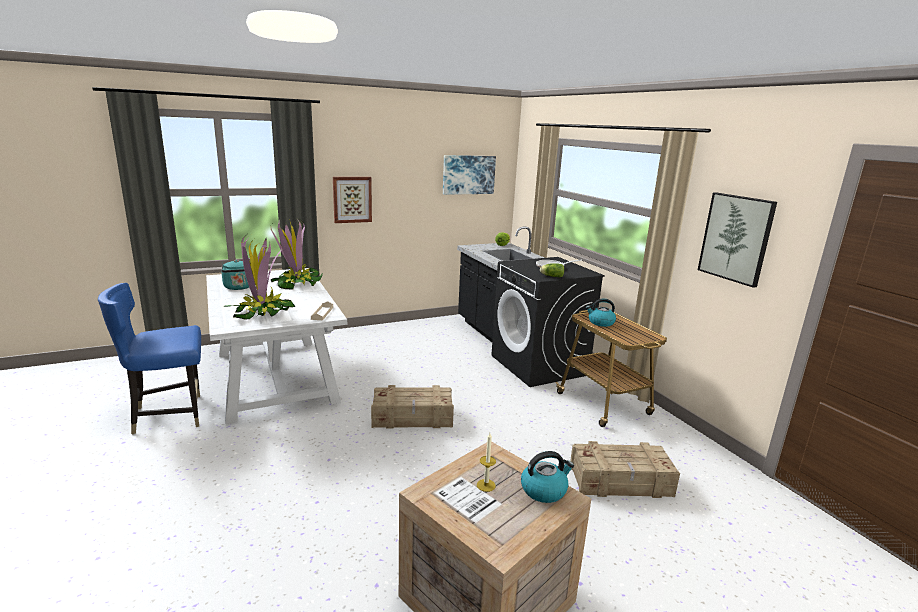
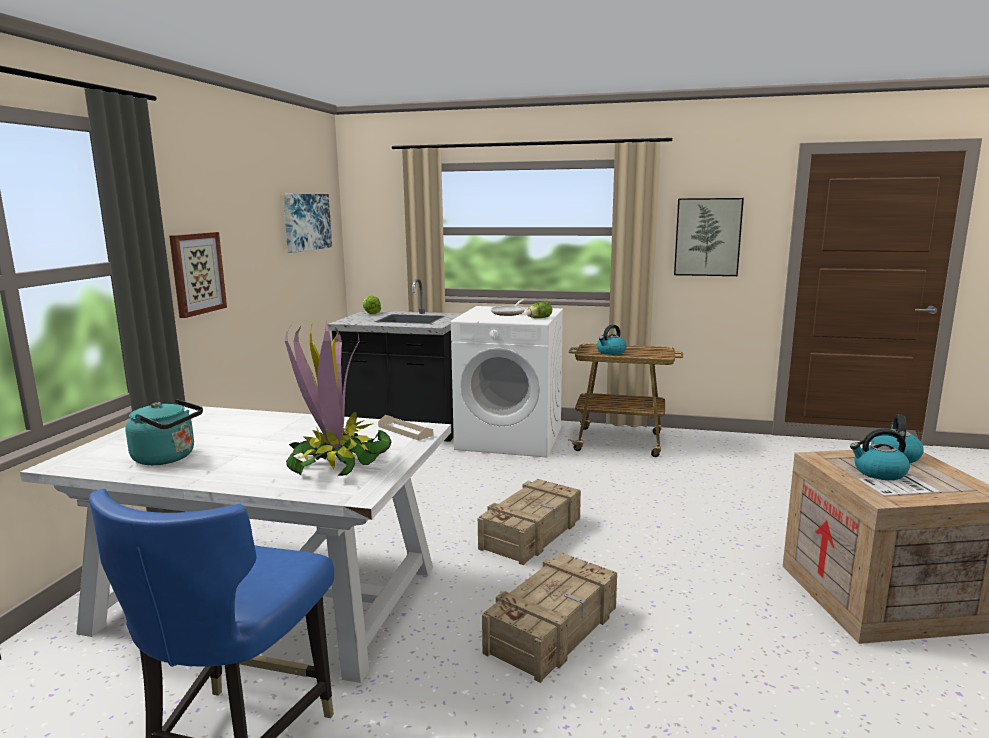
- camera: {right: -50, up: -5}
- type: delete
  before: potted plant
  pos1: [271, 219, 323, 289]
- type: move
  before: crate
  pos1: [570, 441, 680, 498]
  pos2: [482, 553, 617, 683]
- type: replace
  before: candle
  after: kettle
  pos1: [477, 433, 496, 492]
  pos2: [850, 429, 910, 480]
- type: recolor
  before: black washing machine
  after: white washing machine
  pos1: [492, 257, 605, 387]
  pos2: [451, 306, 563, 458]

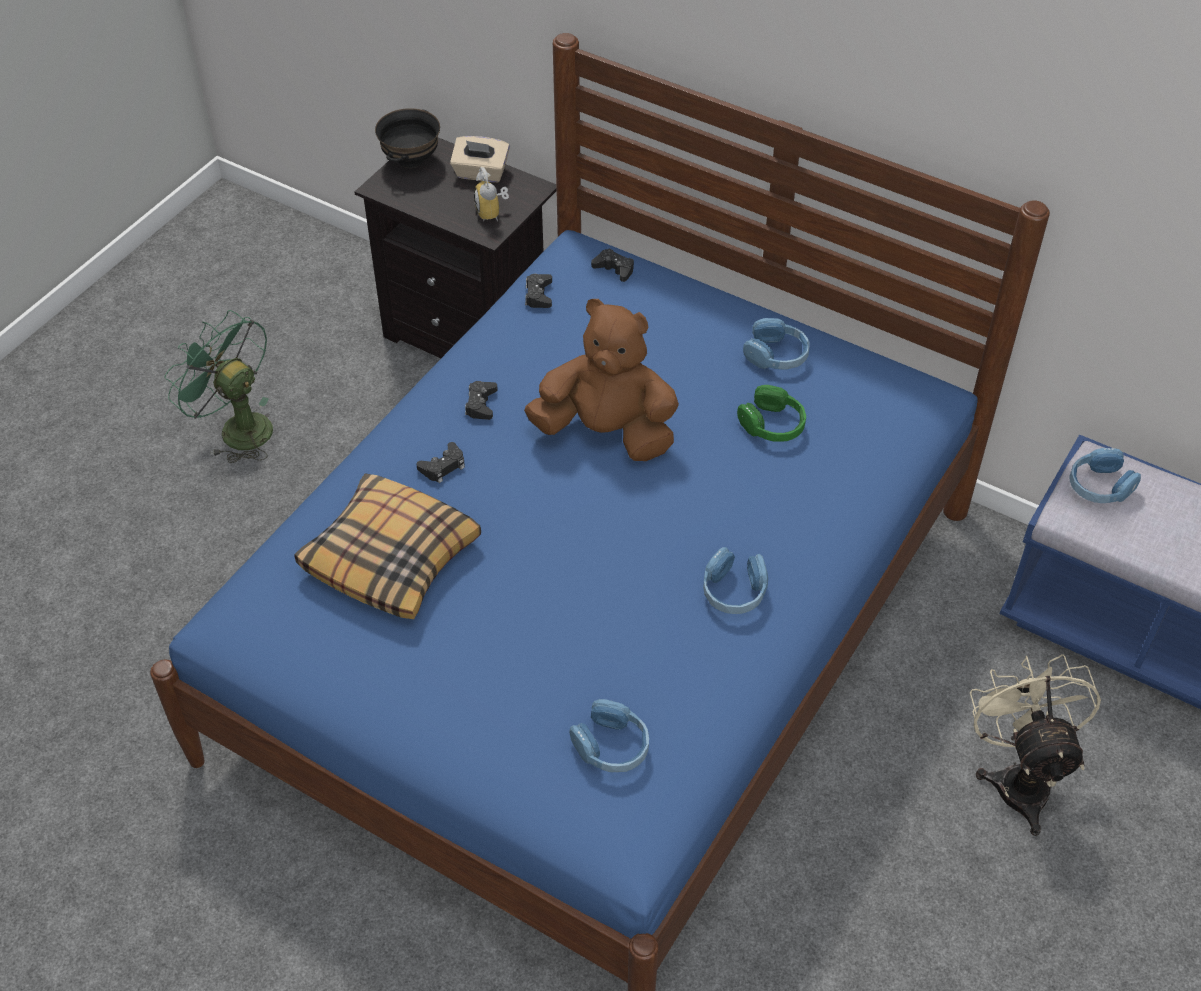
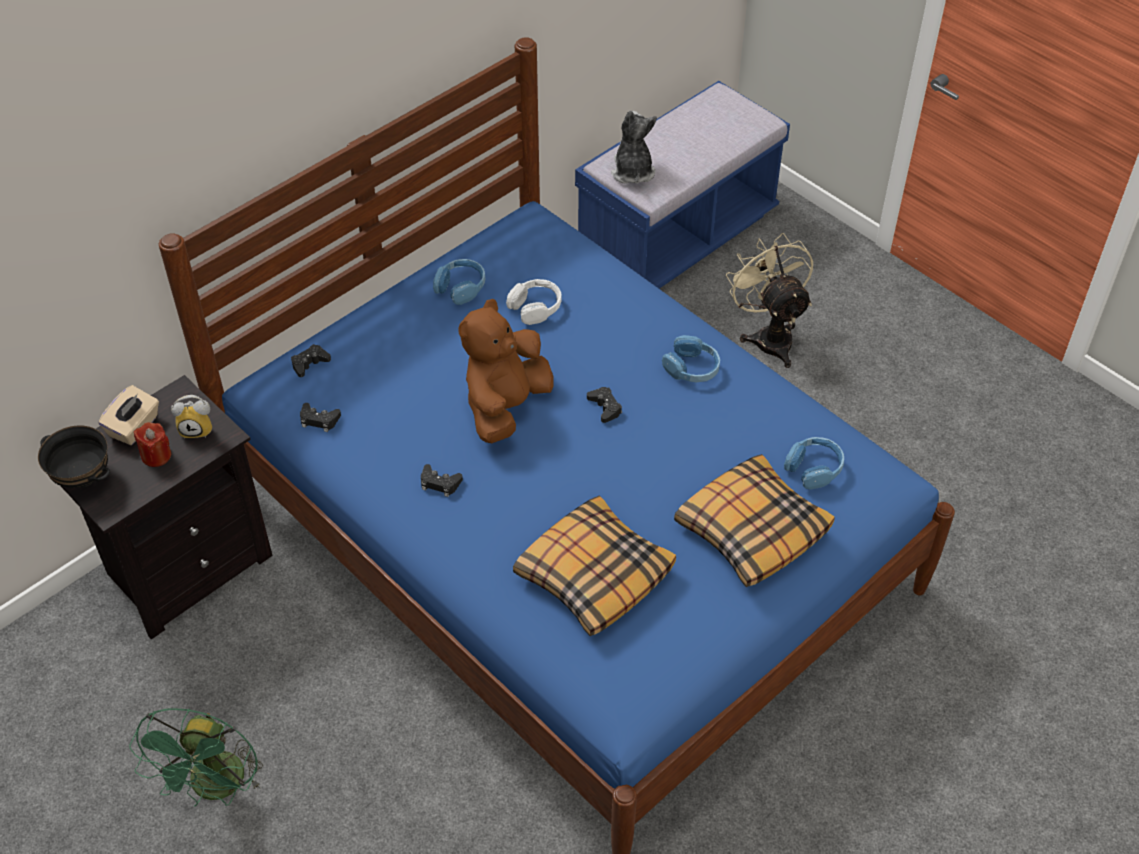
- camera: {right: -75, up: 0}
- type: insert
  after: red candle
  pos2: [134, 423, 171, 467]
- type: insert
  after: pillow
  pos2: [674, 454, 835, 587]
- type: move
  before: black game controller
  pos1: [416, 442, 465, 483]
  pos2: [587, 387, 622, 423]
- type: replace
  before: blue headphones
  after: plush toy
  pos1: [1069, 448, 1141, 503]
  pos2: [611, 111, 657, 184]
- type: recolor
  before: green headphones
  after: white headphones
  pos1: [737, 385, 806, 442]
  pos2: [506, 279, 562, 325]
- type: rotate
  before: green fan
  pos1: [165, 310, 273, 463]
  pos2: [129, 708, 263, 807]
  turn: -45
- type: rotate
  before: beige fan
  pos1: [970, 654, 1101, 836]
  pos2: [726, 233, 813, 368]
  turn: 60

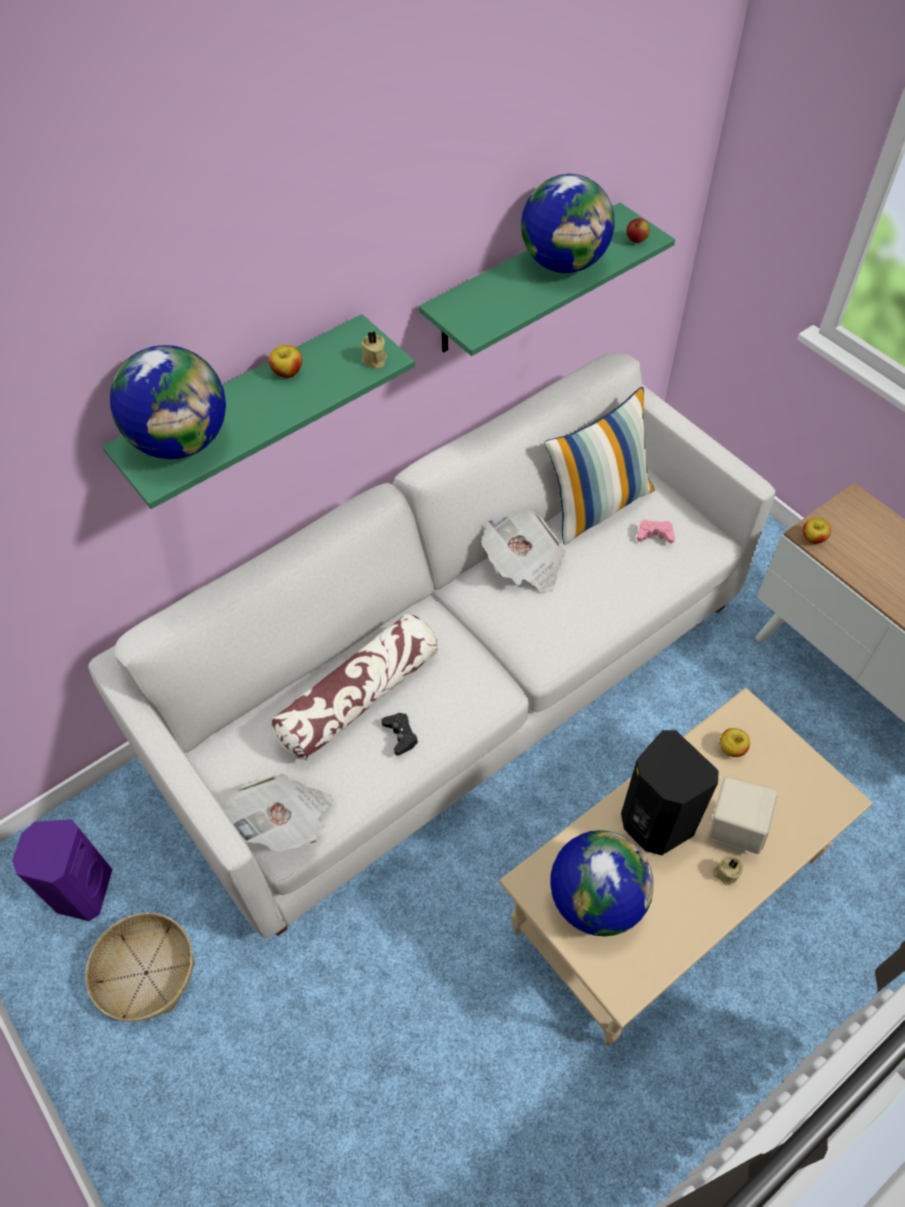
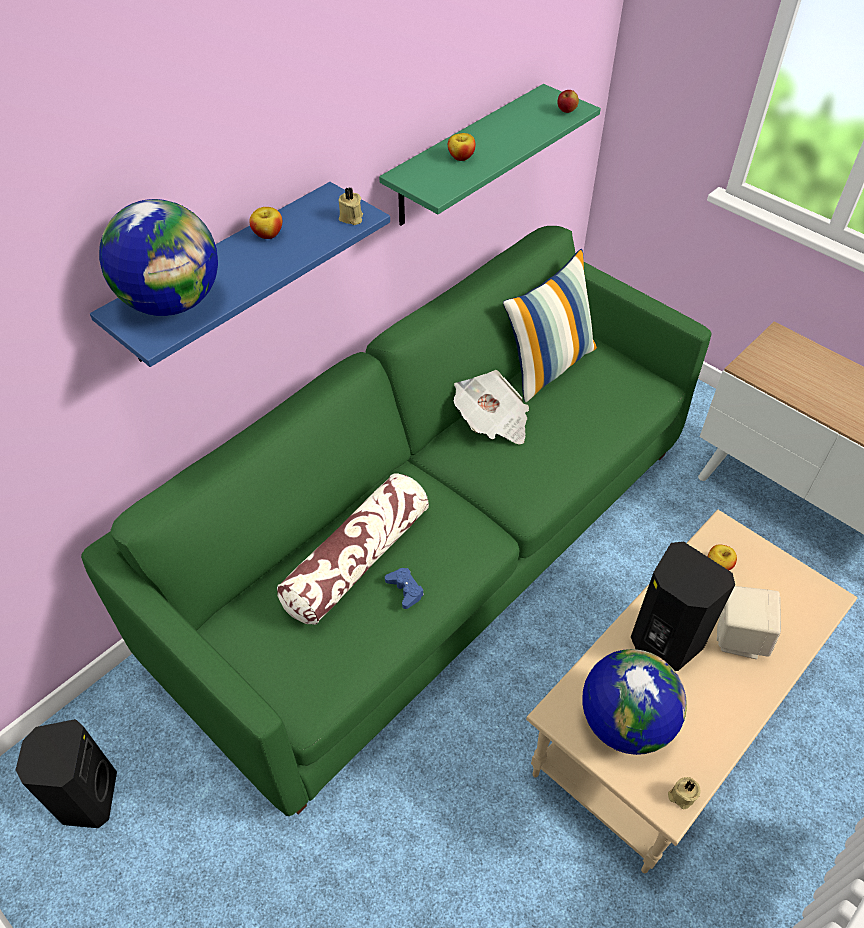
- camera: {right: -10, up: -5}
- type: delete
  before: basket
  pos1: [85, 913, 195, 1022]
- type: delete
  before: newspaper
  pos1: [224, 774, 333, 852]
- type: delete
  before: globe
  pos1: [521, 174, 615, 273]
- type: delete
  before: pink game controller
  pos1: [637, 520, 675, 544]
- type: move
  before: beige candle
  pos1: [713, 856, 743, 885]
  pos2: [668, 777, 700, 809]
- type: move
  before: apple
  pos1: [803, 518, 831, 544]
  pos2: [448, 133, 475, 161]
- type: recolor
  before: purple speaker
  after: black speaker
  pos1: [12, 819, 113, 921]
  pos2: [16, 719, 117, 828]
- type: recolor
  before: white sofa
  after: green sofa
  pos1: [88, 353, 776, 938]
  pos2: [81, 226, 712, 816]
- type: recolor
  before: green shelf
  after: blue shelf
  pos1: [102, 314, 415, 509]
  pos2: [90, 182, 390, 367]
- type: recolor
  before: black game controller
  after: blue game controller
  pos1: [381, 713, 418, 756]
  pos2: [385, 568, 424, 609]

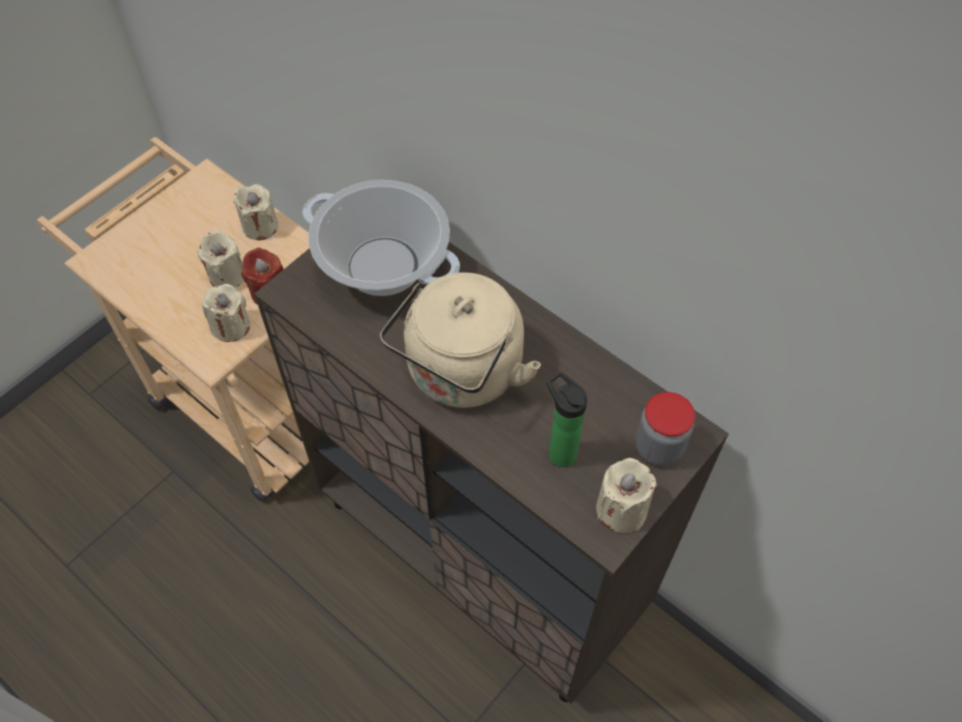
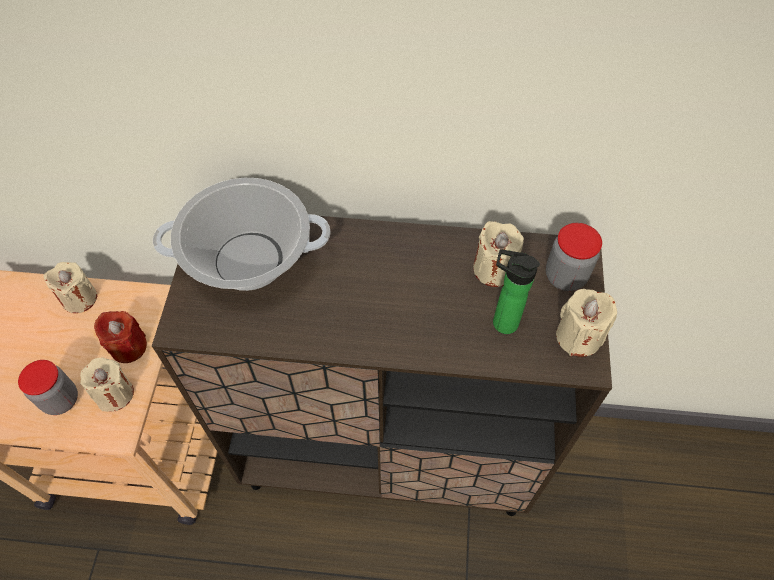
- camera: {right: -35, up: 0}
- type: delete
  before: beige kettle
  pos1: [380, 272, 541, 408]
- type: insert
  after: jar
  pos2: [18, 360, 78, 415]
- type: move
  before: beige candle
  pos1: [197, 230, 244, 288]
  pos2: [473, 221, 524, 287]

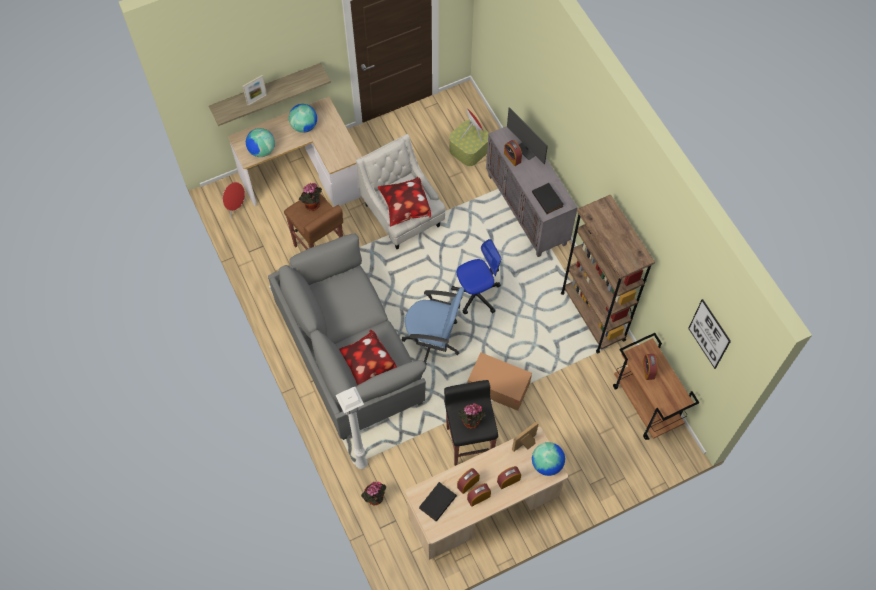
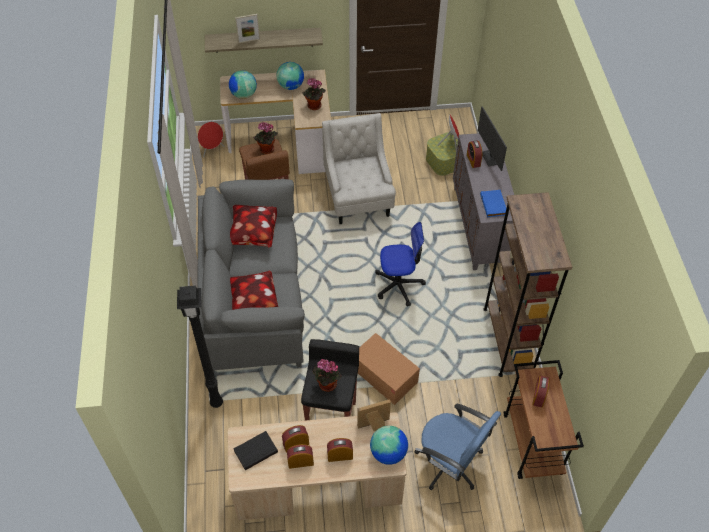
- camera: {right: 20, up: -10}
- type: delete
  before: picture
  pos1: [688, 299, 731, 369]
- type: move
  before: potted plant
  pos1: [361, 482, 386, 505]
  pos2: [302, 78, 326, 110]
- type: move
  before: pillow
  pos1: [378, 177, 431, 227]
  pos2: [230, 205, 277, 248]
- type: move
  before: blue office chair
  pos1: [402, 287, 464, 365]
  pos2: [414, 404, 501, 490]
- type: recolor
  before: white floor lamp
  after: black floor lamp
  pos1: [336, 387, 368, 469]
  pos2: [177, 286, 223, 408]
- type: recolor
  before: black book
  after: blue book
  pos1: [532, 183, 564, 214]
  pos2: [480, 190, 506, 218]

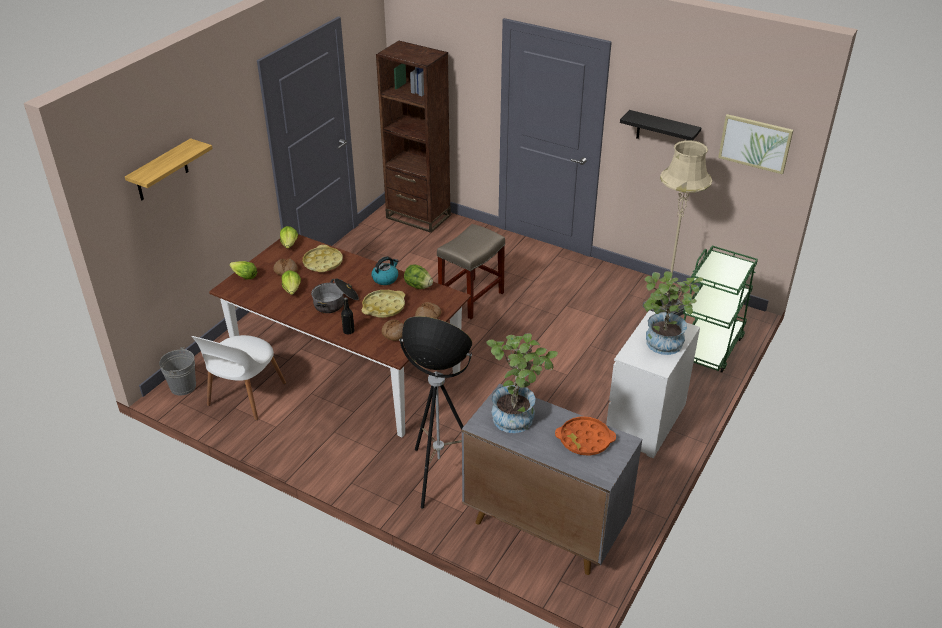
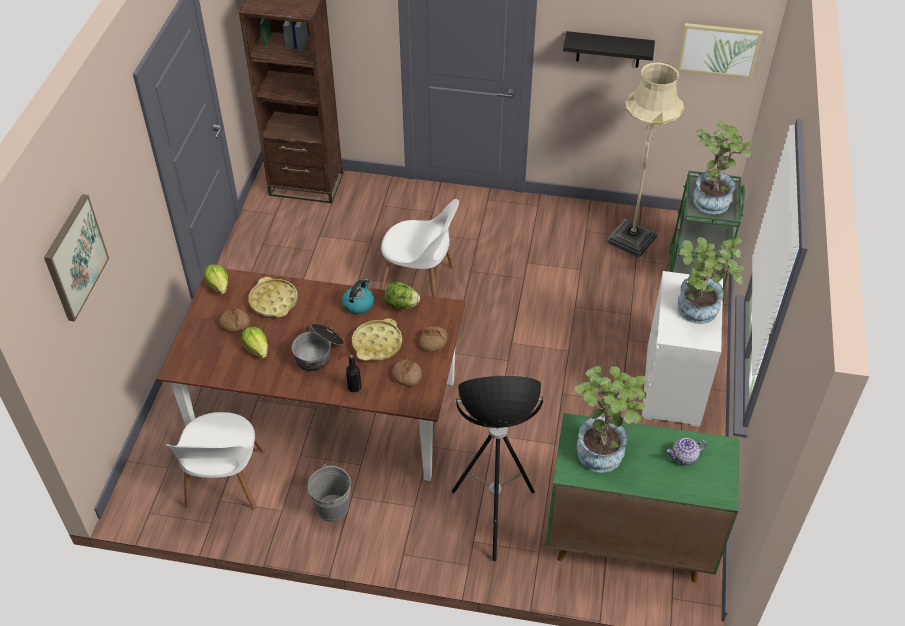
- camera: {right: -20, up: 10}
- type: delete
  before: lettuce
  pos1: [229, 261, 257, 279]
- type: insert
  after: potted plant
  pos2: [693, 121, 754, 214]
- type: move
  before: grey bucket
  pos1: [159, 347, 196, 395]
  pos2: [308, 464, 351, 522]
- type: replace
  before: shelf
  after: picture
  pos1: [125, 138, 213, 200]
  pos2: [44, 194, 109, 322]
- type: replace
  before: beige stool
  after: white chair
  pos1: [437, 224, 505, 319]
  pos2: [379, 199, 459, 297]
- type: replace
  before: orange tray
  after: teapot
  pos1: [555, 416, 616, 456]
  pos2: [667, 438, 707, 465]
- type: recolor
  before: grey cabinet
  after: green cabinet
  pos1: [462, 384, 642, 575]
  pos2: [546, 413, 739, 583]

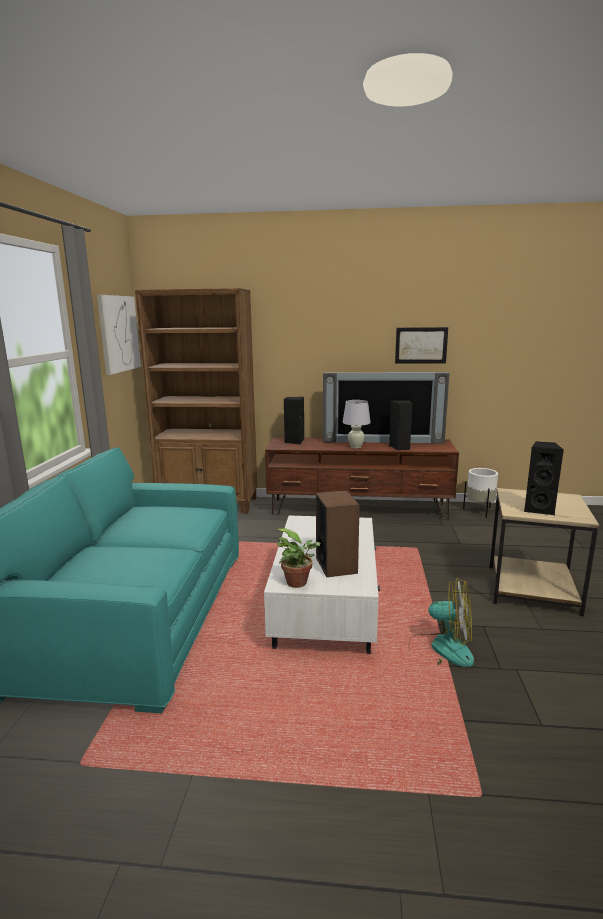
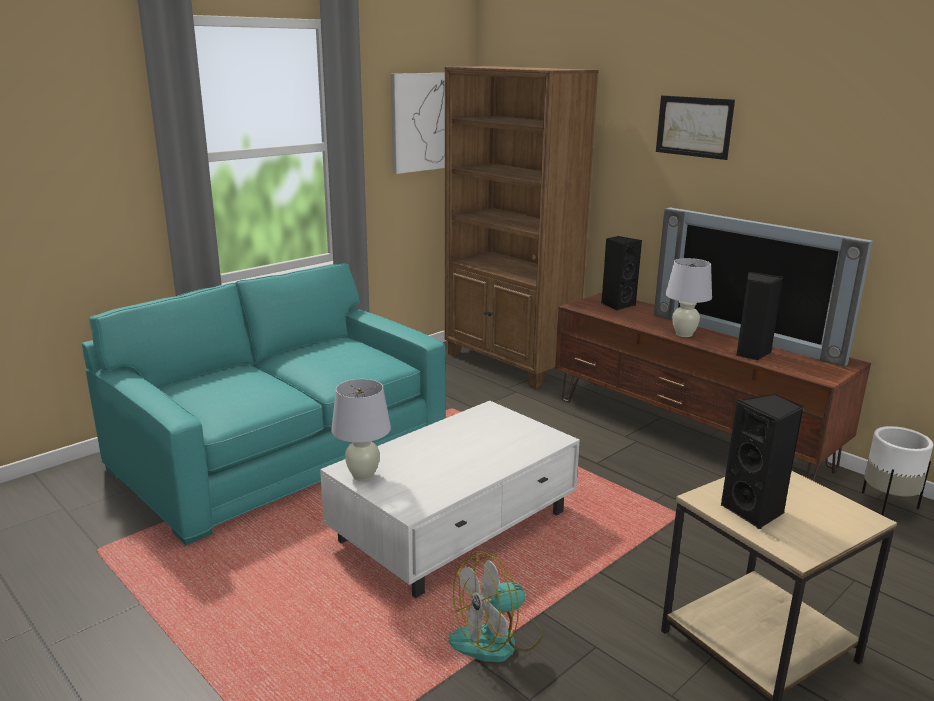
- camera: {right: 40, up: 5}
- type: delete
  before: speaker
  pos1: [316, 490, 360, 577]
- type: move
  before: picture
  pos1: [395, 327, 448, 363]
  pos2: [656, 95, 735, 160]
- type: replace
  before: potted plant
  after: white table lamp
  pos1: [276, 528, 321, 588]
  pos2: [331, 379, 391, 481]
- type: rotate
  before: fan
  pos1: [409, 577, 474, 667]
  pos2: [448, 551, 543, 662]
  turn: 90

